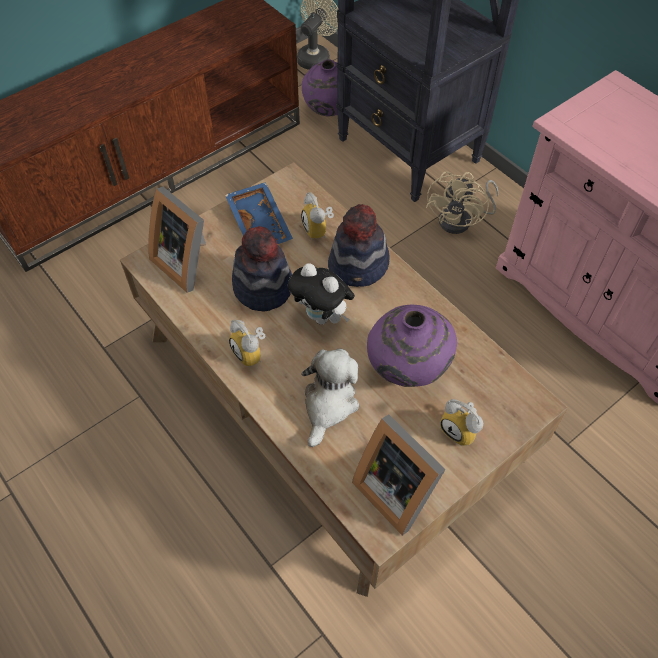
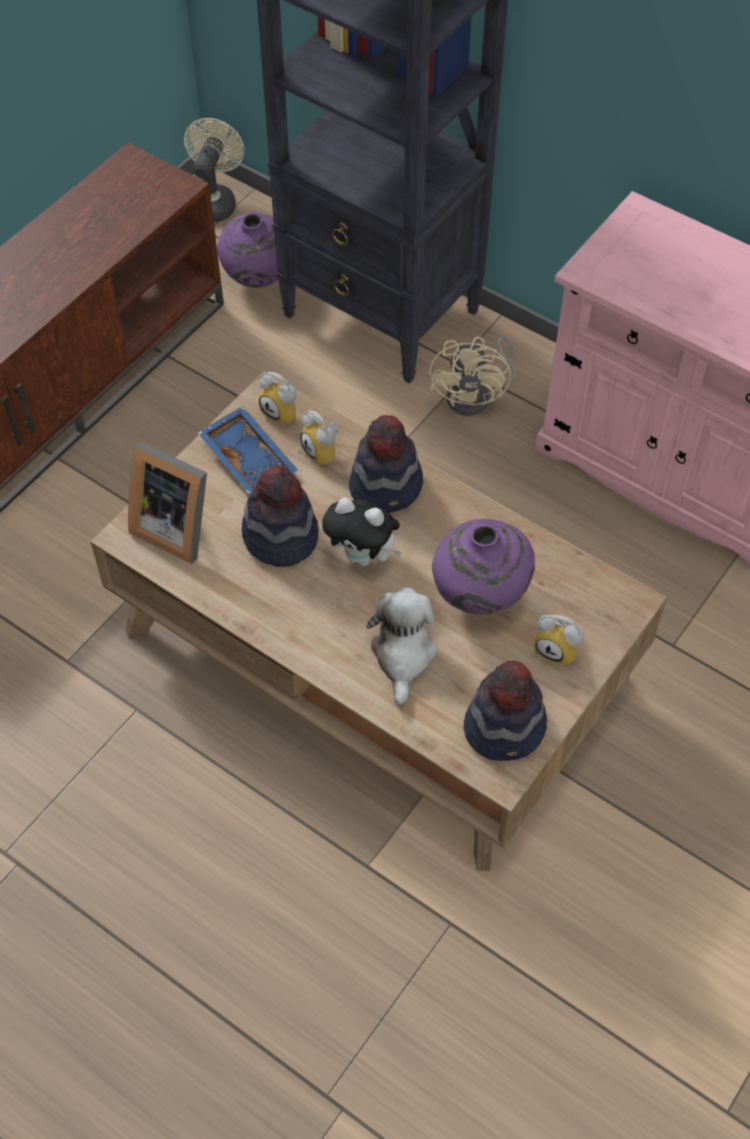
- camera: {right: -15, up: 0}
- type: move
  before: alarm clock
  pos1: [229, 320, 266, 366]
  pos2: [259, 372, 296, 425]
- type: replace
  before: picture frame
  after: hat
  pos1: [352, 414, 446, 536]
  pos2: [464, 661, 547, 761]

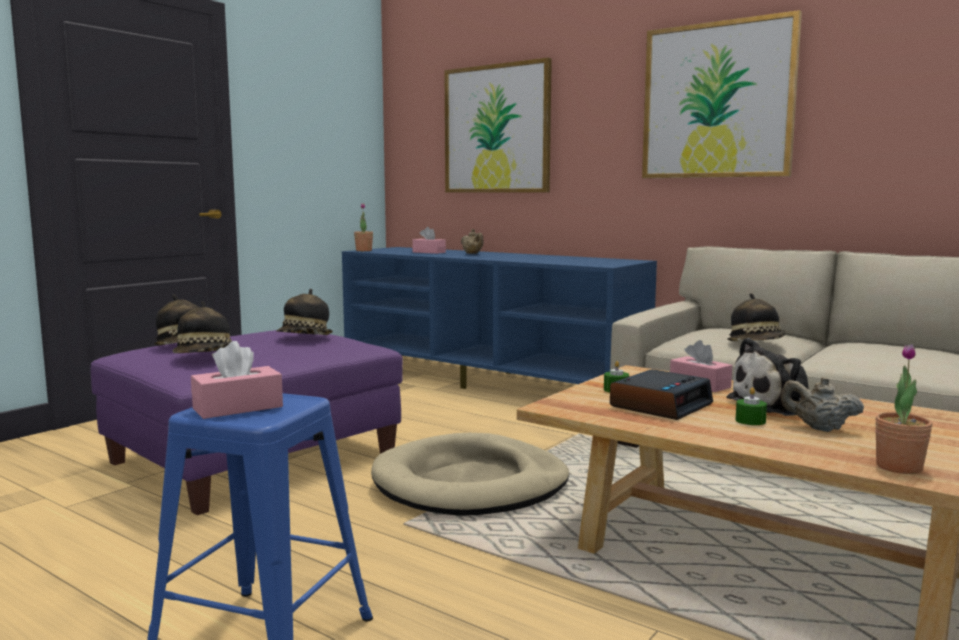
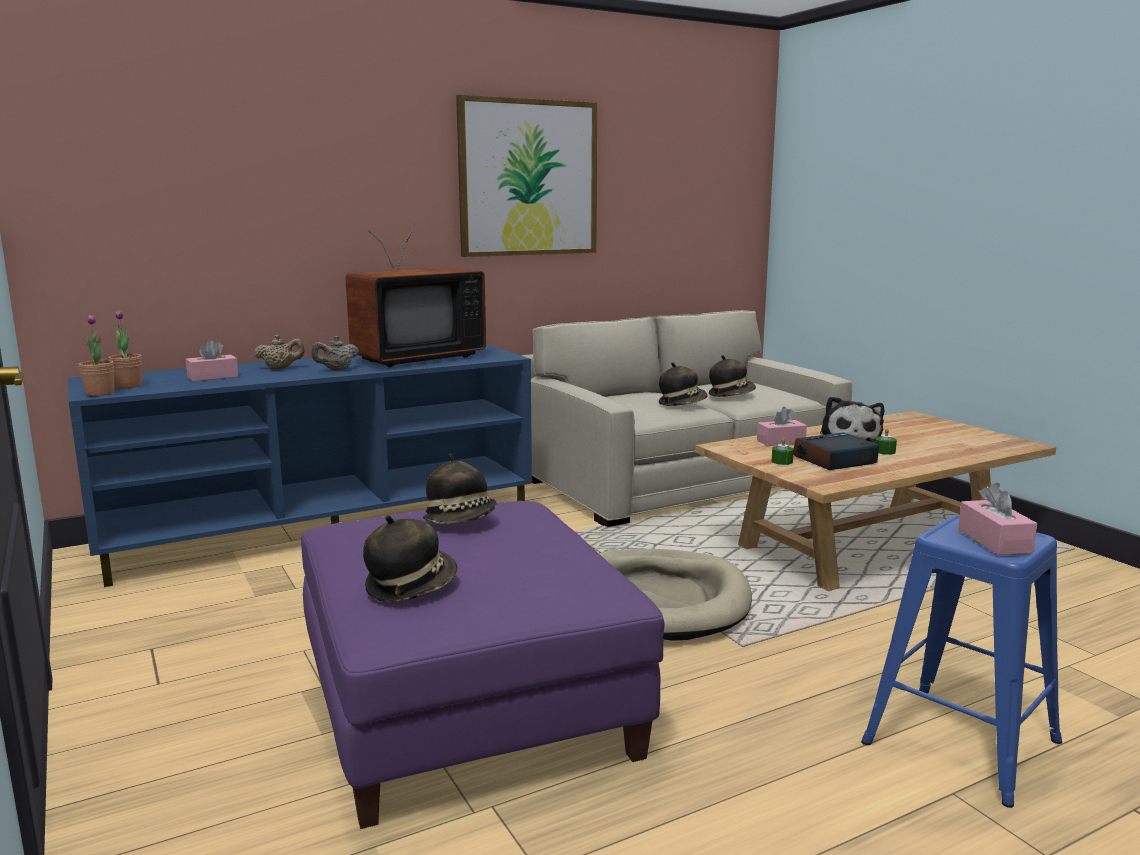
- camera: {right: -65, up: 5}
- type: delete
  before: picture
  pos1: [444, 58, 552, 193]
- type: insert
  after: television
  pos2: [345, 225, 486, 367]
- type: move
  before: hat
  pos1: [172, 301, 232, 353]
  pos2: [709, 355, 756, 397]
- type: move
  before: beige teapot
  pos1: [780, 377, 864, 432]
  pos2: [312, 336, 359, 371]
- type: move
  before: potted plant
  pos1: [875, 344, 932, 474]
  pos2: [108, 310, 142, 388]
- type: rotate
  before: alarm clock
  pos1: [610, 369, 713, 420]
  pos2: [793, 432, 879, 470]
  turn: -90

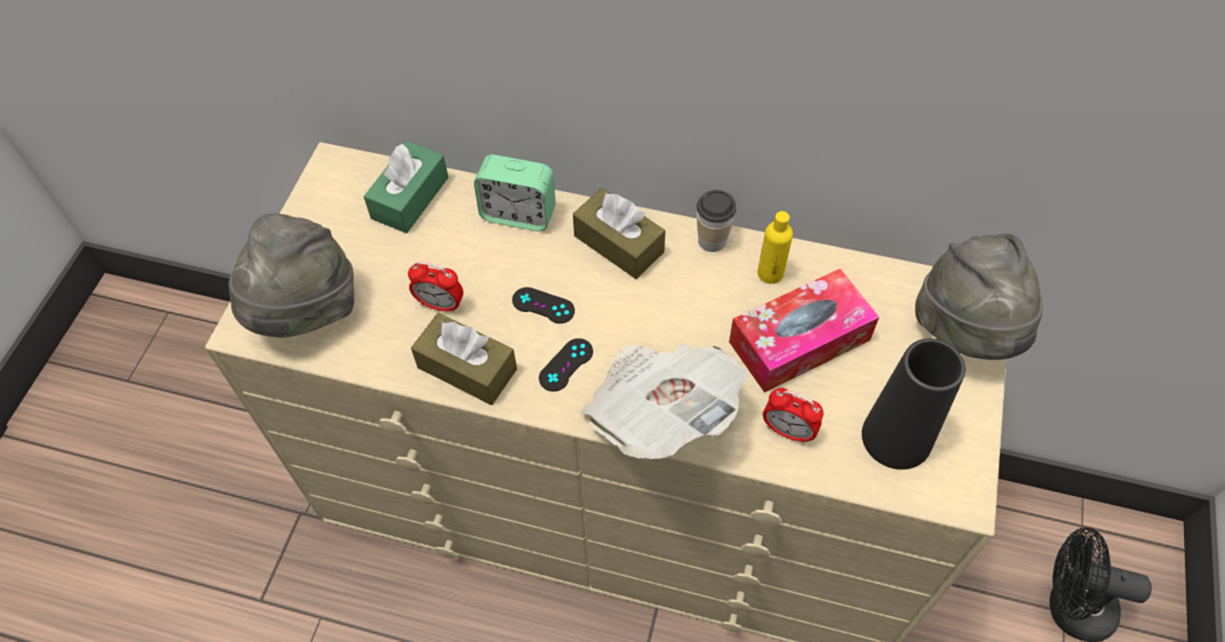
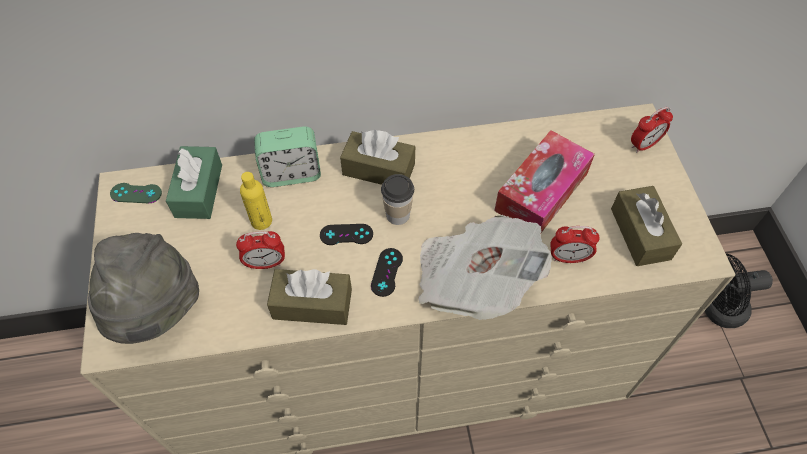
- camera: {right: -25, up: 0}
- type: insert
  after: green game controller
  pos2: [110, 183, 162, 203]
- type: move
  before: cup
  pos1: [697, 190, 736, 252]
  pos2: [381, 174, 414, 225]
- type: move
  before: yellow bottle
  pos1: [758, 211, 793, 284]
  pos2: [240, 172, 272, 230]
- type: replace
  before: black vase
  after: brown tissue box
  pos1: [862, 338, 966, 470]
  pos2: [611, 186, 682, 266]
- type: replace
  before: grey hat
  after: alarm clock
  pos1: [915, 234, 1043, 360]
  pos2: [631, 107, 673, 153]

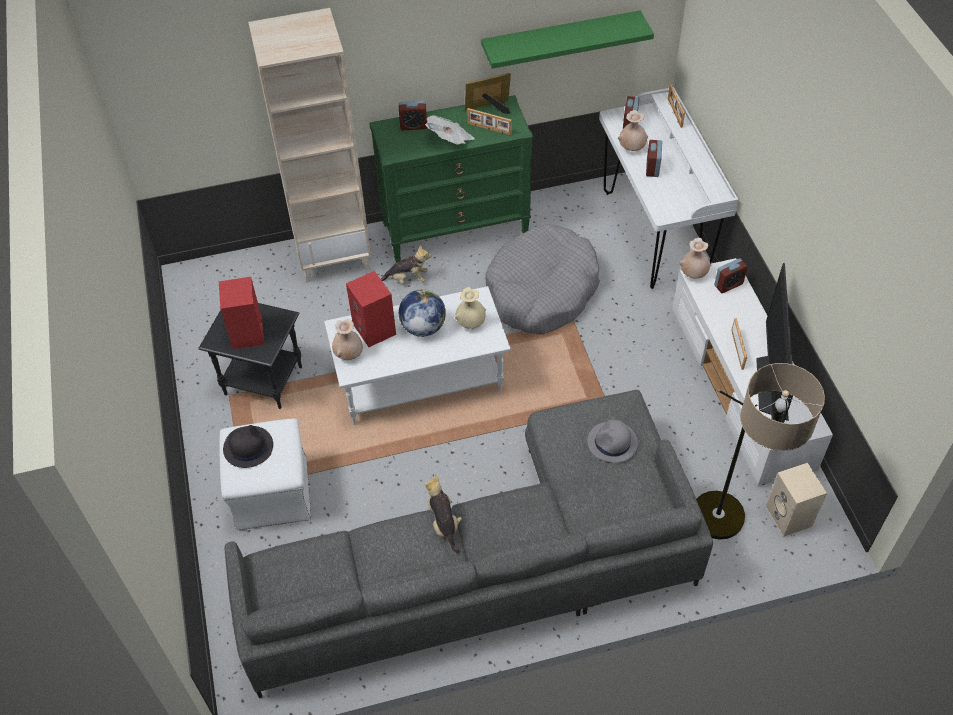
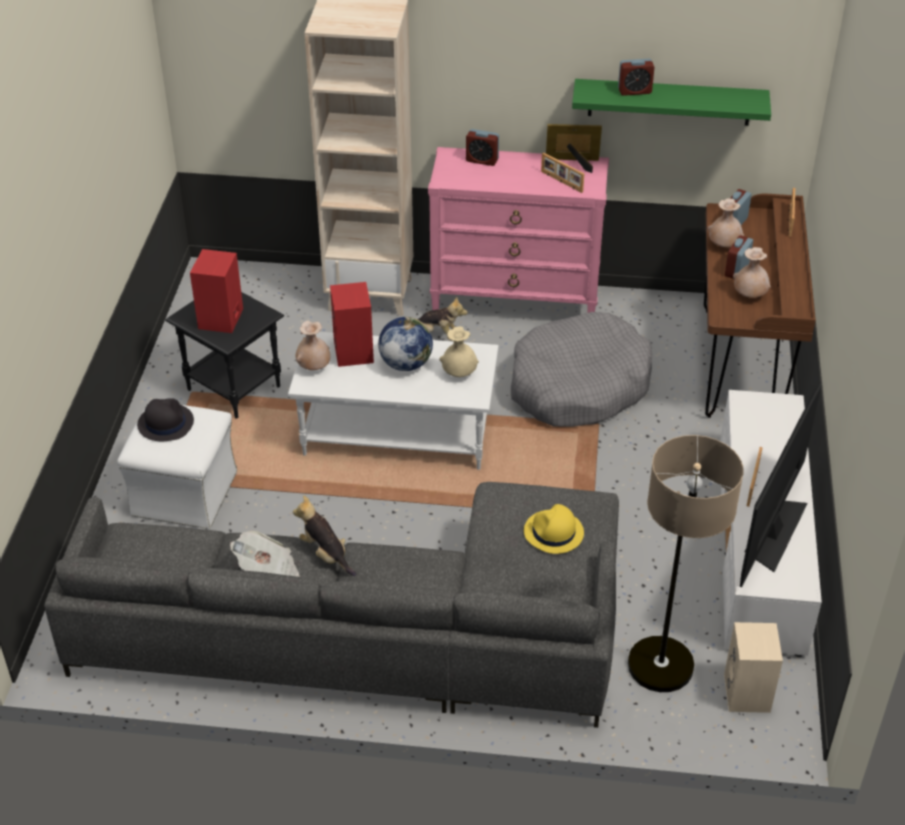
- camera: {right: 20, up: -10}
- type: move
  before: newspaper
  pos1: [425, 115, 475, 145]
  pos2: [230, 531, 300, 577]
- type: move
  before: beige vase
  pos1: [679, 238, 711, 278]
  pos2: [733, 247, 771, 298]
- type: move
  before: alarm clock
  pos1: [714, 258, 748, 293]
  pos2: [618, 59, 655, 96]
- type: recolor
  before: green dresser
  after: pink dresser
  pos1: [369, 95, 533, 263]
  pos2: [428, 147, 609, 313]
- type: recolor
  before: grey hat
  after: yellow hat
  pos1: [588, 420, 638, 463]
  pos2: [524, 504, 584, 554]
- type: recolor
  before: white desk
  after: brown desk
  pos1: [599, 87, 738, 289]
  pos2: [704, 193, 816, 418]
- type: rotate
  before: plush toy
  pos1: [424, 475, 462, 554]
  pos2: [293, 495, 356, 576]
  turn: -45

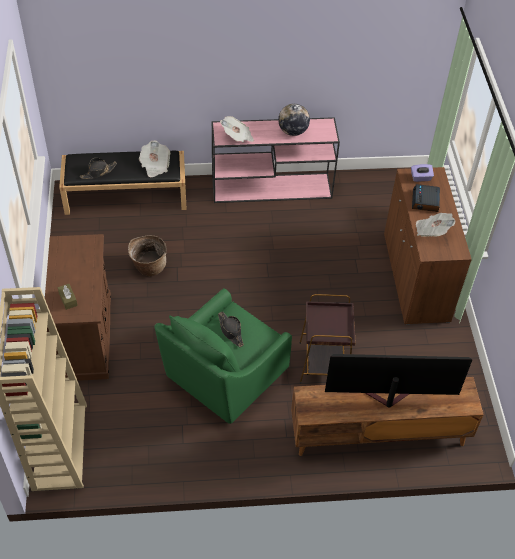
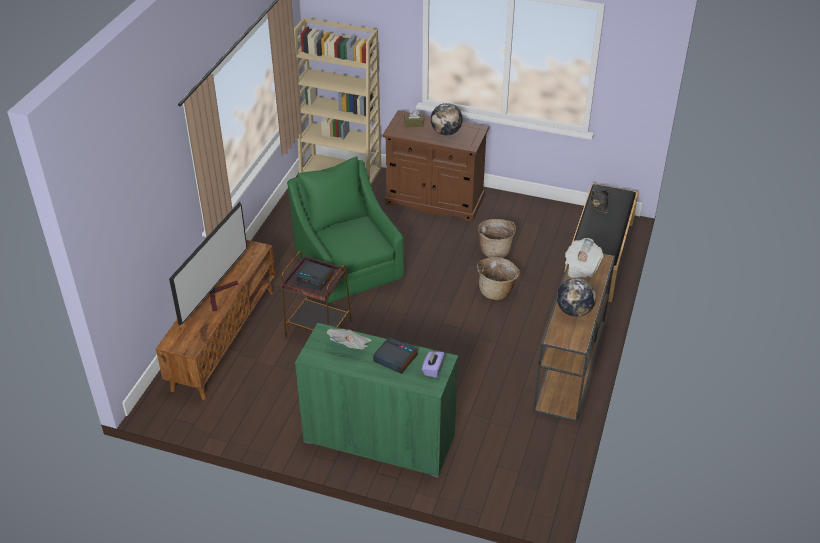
- camera: {right: 115, up: -10}
- type: delete
  before: newspaper
  pos1: [139, 140, 170, 178]
- type: delete
  before: black hat
  pos1: [218, 312, 244, 347]
- type: insert
  after: alarm clock
  pos2: [295, 261, 334, 291]
- type: insert
  after: globe
  pos2: [431, 103, 463, 135]
- type: insert
  after: basket
  pos2: [477, 257, 520, 300]
- type: recolor
  before: pink console table
  after: brown console table
  pos1: [212, 117, 340, 203]
  pos2: [533, 253, 615, 422]
- type: recolor
  before: brown cabinet
  after: green cabinet
  pos1: [384, 167, 472, 325]
  pos2: [295, 323, 458, 477]

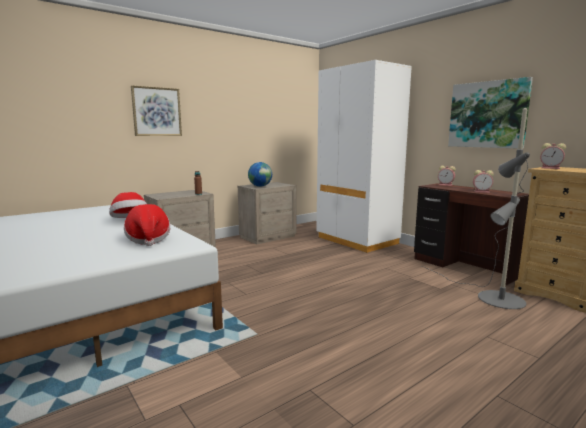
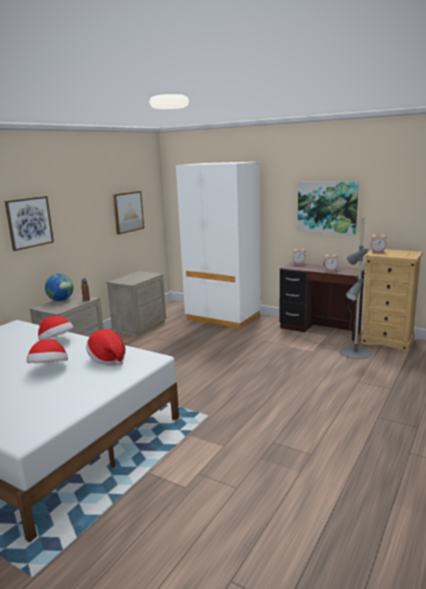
- camera: {right: -20, up: 5}
- type: insert
  after: hat
  pos2: [26, 339, 68, 363]
- type: insert
  after: picture
  pos2: [113, 191, 144, 235]
- type: move
  before: globe
  pos1: [248, 162, 272, 187]
  pos2: [45, 274, 73, 301]

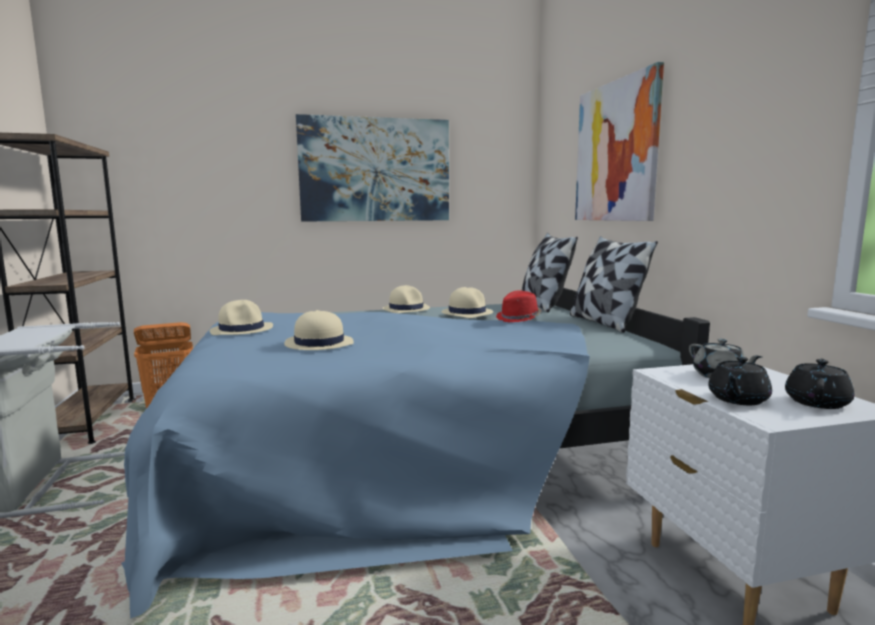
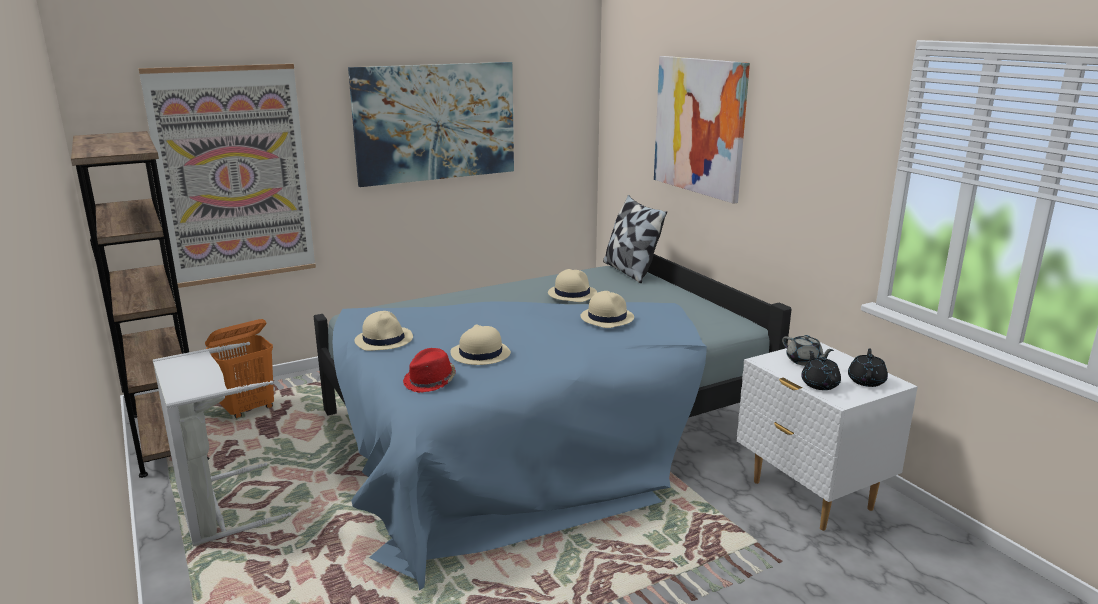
- camera: {right: -15, up: 10}
- type: delete
  before: pillow
  pos1: [570, 236, 658, 333]
- type: insert
  after: picture
  pos2: [139, 64, 316, 288]
- type: move
  before: beige hat
  pos1: [383, 285, 430, 313]
  pos2: [581, 291, 634, 328]
- type: move
  before: red hat
  pos1: [496, 291, 541, 323]
  pos2: [403, 348, 456, 393]
- type: rotate
  before: black teapot
  pos1: [708, 357, 772, 405]
  pos2: [801, 351, 841, 390]
  turn: 150

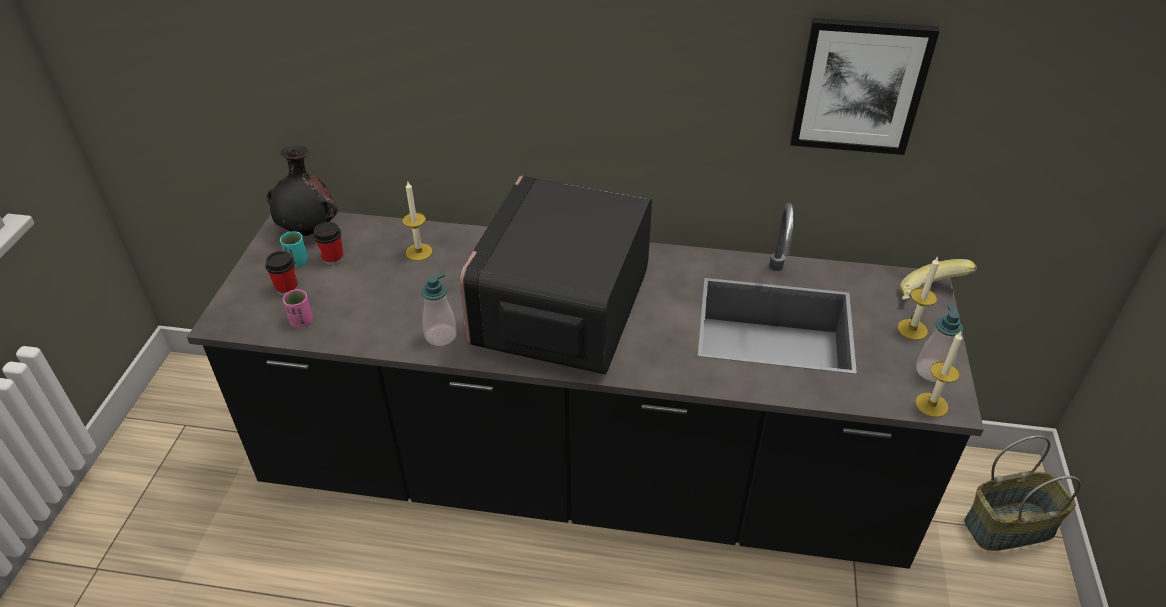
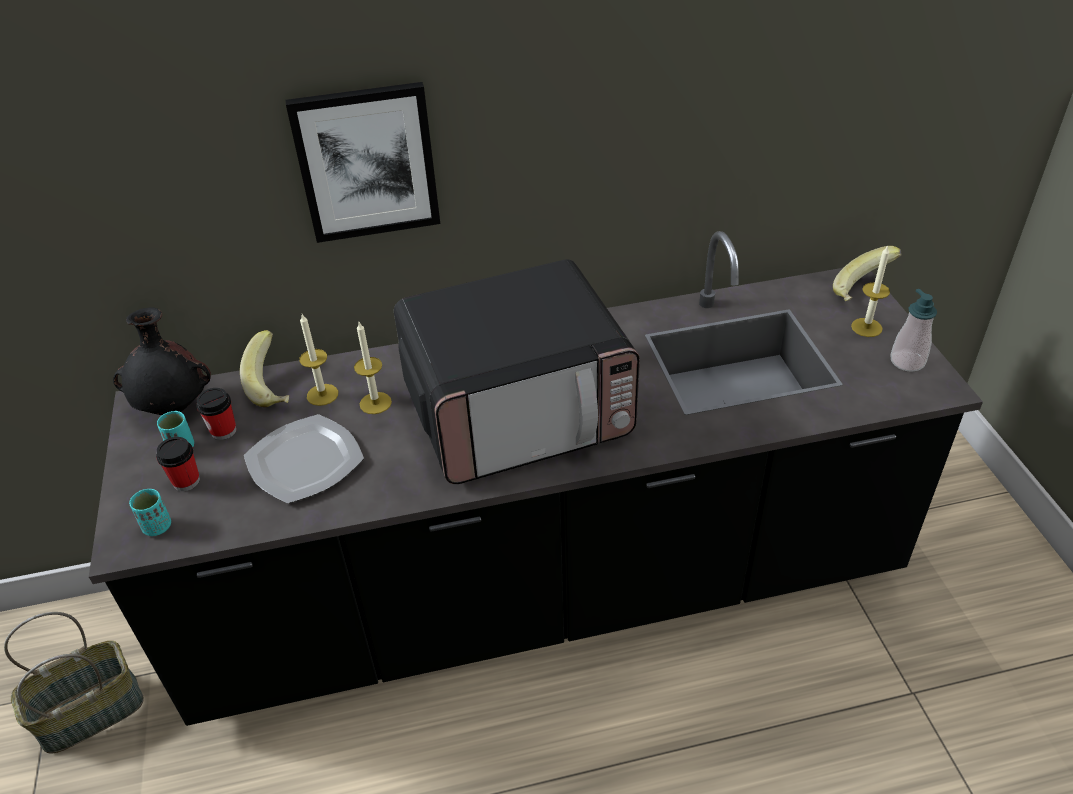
- camera: {right: -20, up: 0}
- type: delete
  before: pink cup
  pos1: [283, 289, 313, 328]
- type: delete
  before: soap dispenser
  pos1: [422, 273, 457, 346]
- type: insert
  after: turquoise cup
  pos2: [129, 489, 171, 536]
- type: insert
  after: banana
  pos2: [240, 330, 289, 407]
- type: insert
  after: plate
  pos2: [244, 414, 364, 504]
- type: move
  before: picture
  pos1: [790, 18, 940, 155]
  pos2: [285, 82, 440, 243]
- type: move
  before: candle
  pos1: [915, 332, 962, 417]
  pos2: [354, 322, 392, 414]
- type: move
  before: basket
  pos1: [965, 435, 1081, 551]
  pos2: [4, 612, 144, 754]
- type: rotate
  before: microwave
  pos1: [460, 176, 652, 374]
  pos2: [394, 259, 640, 484]
  turn: -105

